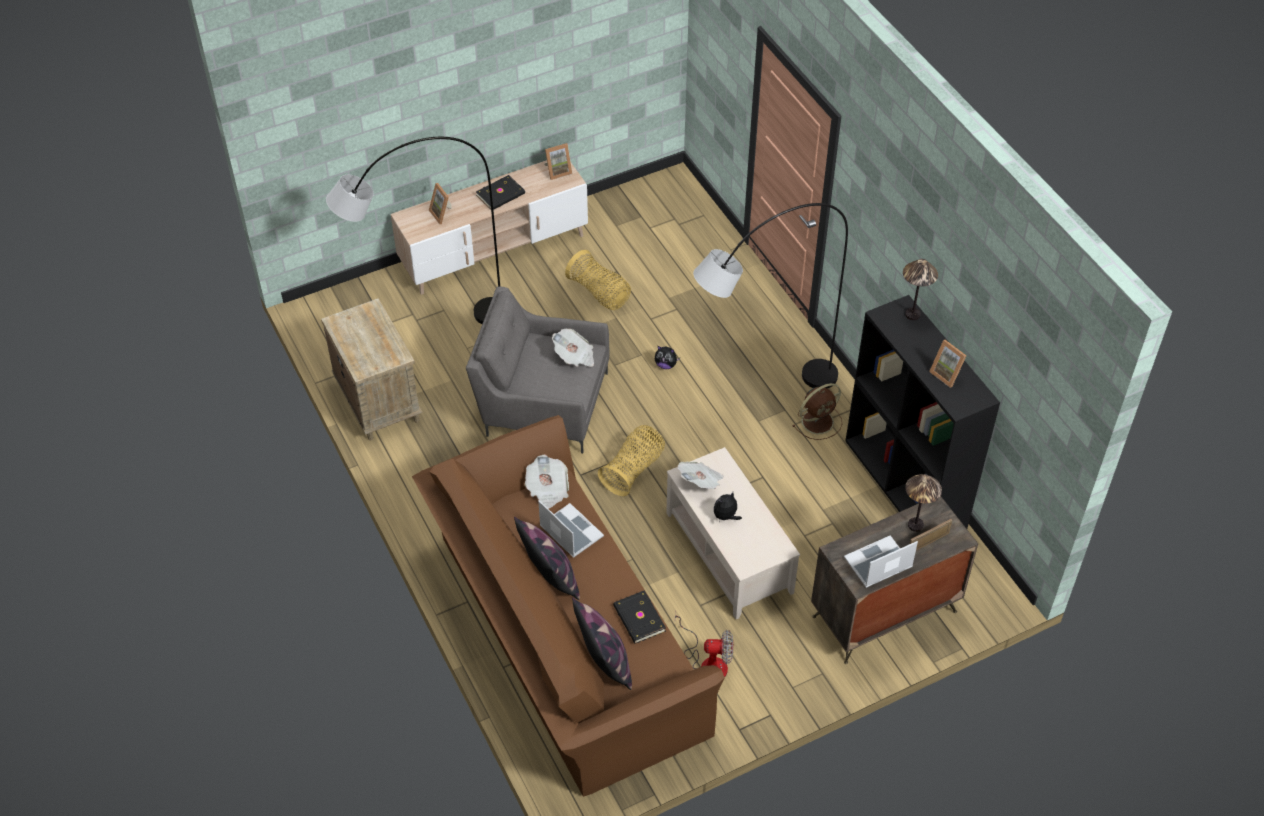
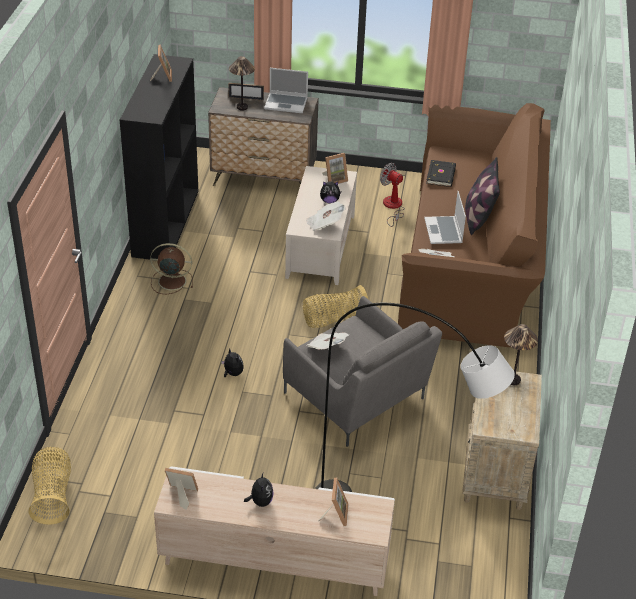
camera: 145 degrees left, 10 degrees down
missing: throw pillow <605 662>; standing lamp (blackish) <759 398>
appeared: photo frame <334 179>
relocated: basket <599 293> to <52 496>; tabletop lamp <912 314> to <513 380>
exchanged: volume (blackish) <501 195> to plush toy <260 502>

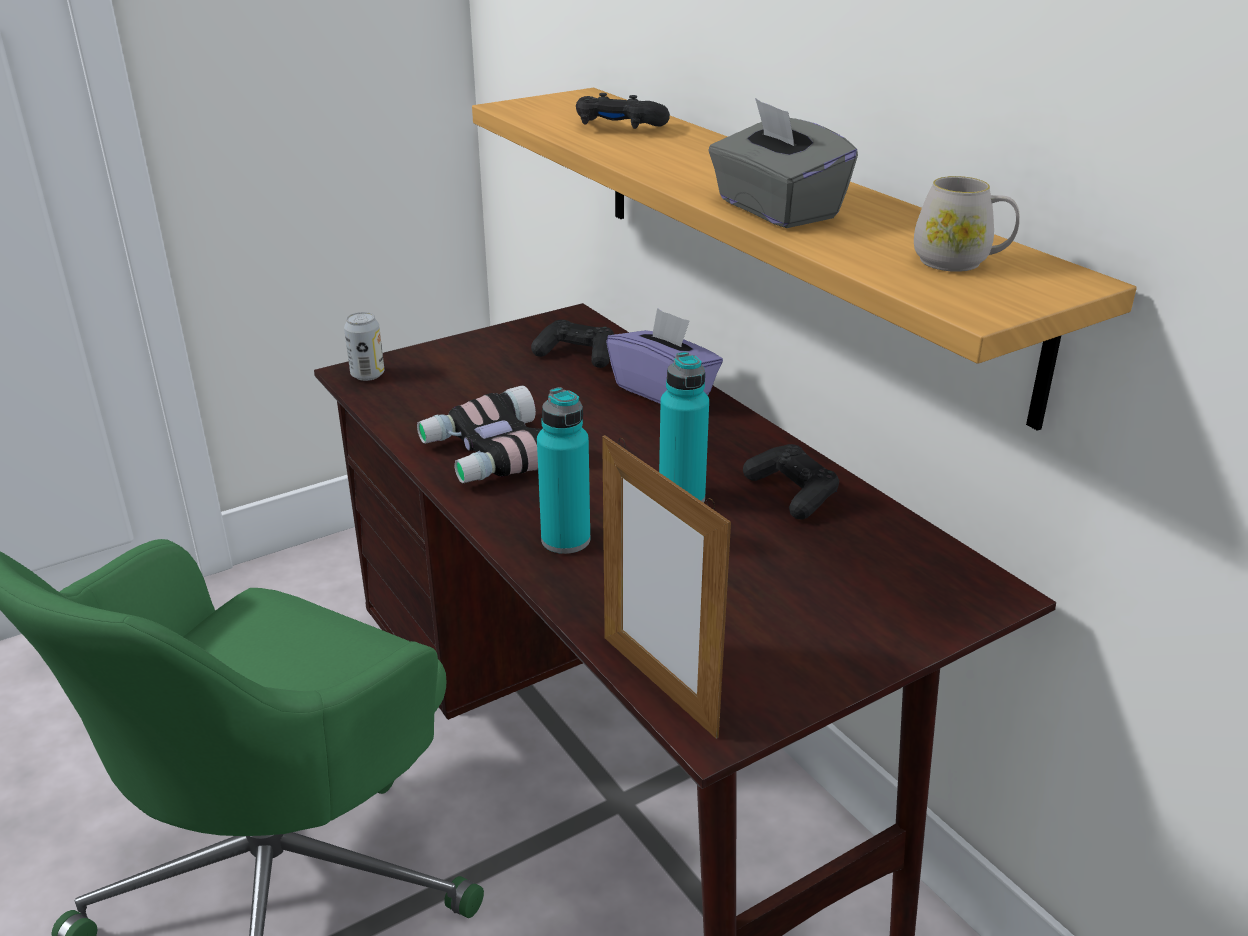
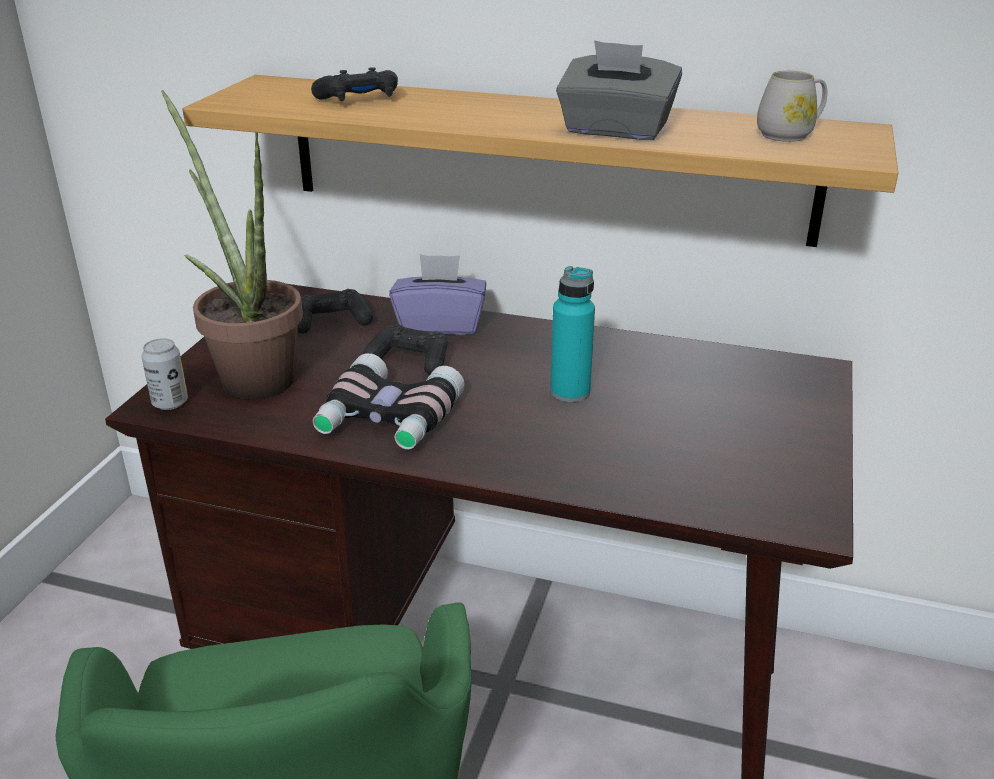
camera: 40 degrees left, 0 degrees up
missing: drink bottle (blue-green) <565 540>; photo frame <658 684>
appeared: potted plant <251 374>
relocated: joypad (blackish) <792 493> to <410 360>

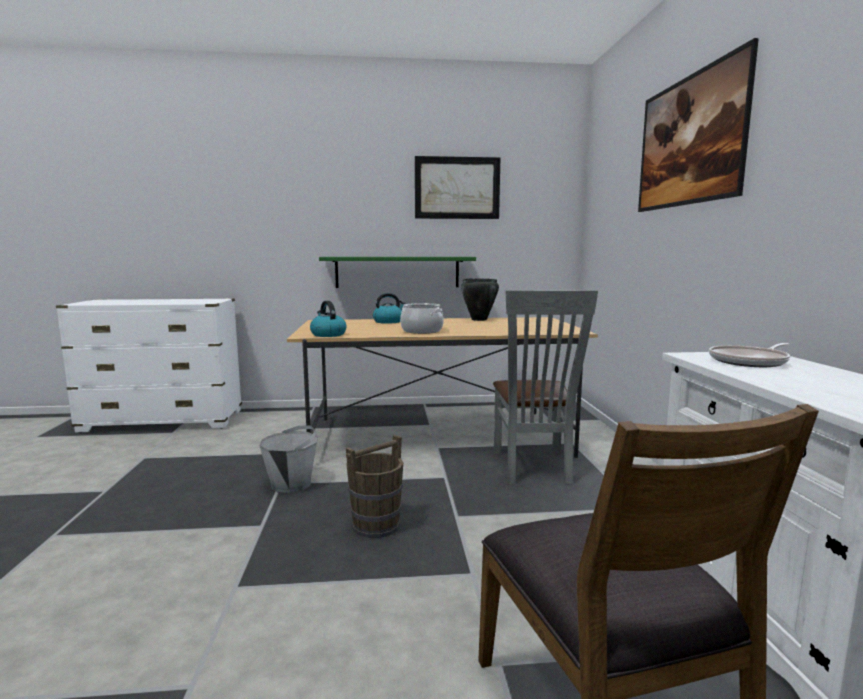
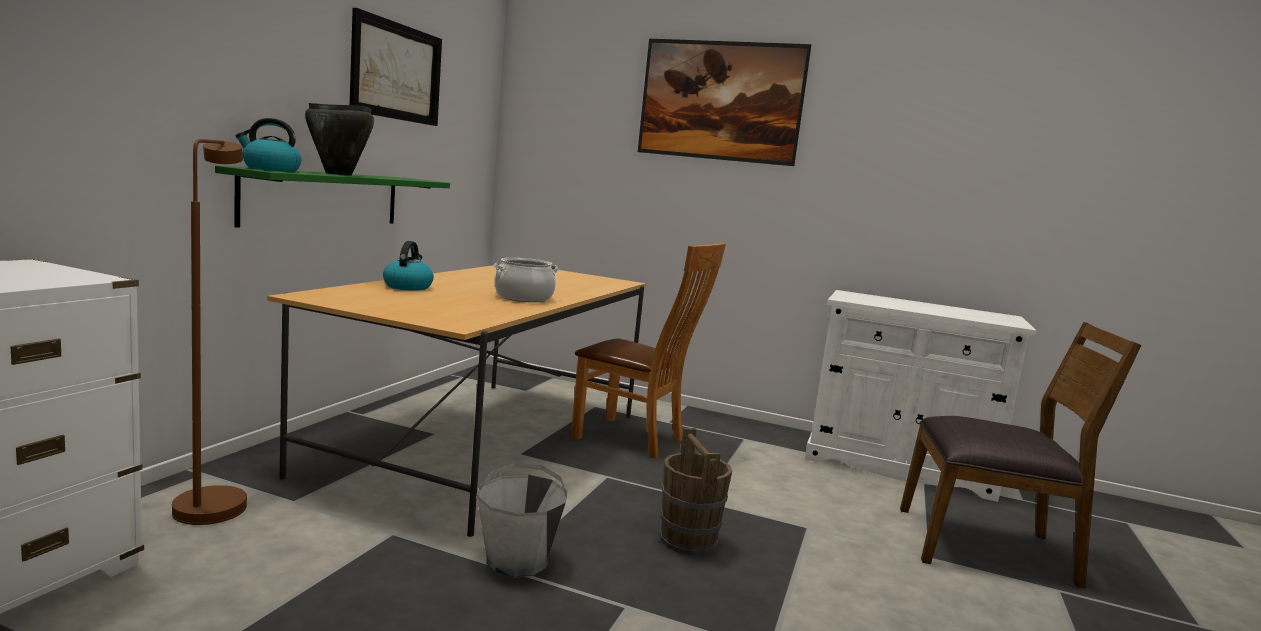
camera: 65 degrees left, 0 degrees up
missing: frying pan <750 361>
appeared: standing lamp (brown) <213 501>
relocated: kettle <328 334> to <270 169>; stockpot (blackish) <479 319> to <338 174>
colour: chair (grey) <533 469> to chair (brown) <635 439>

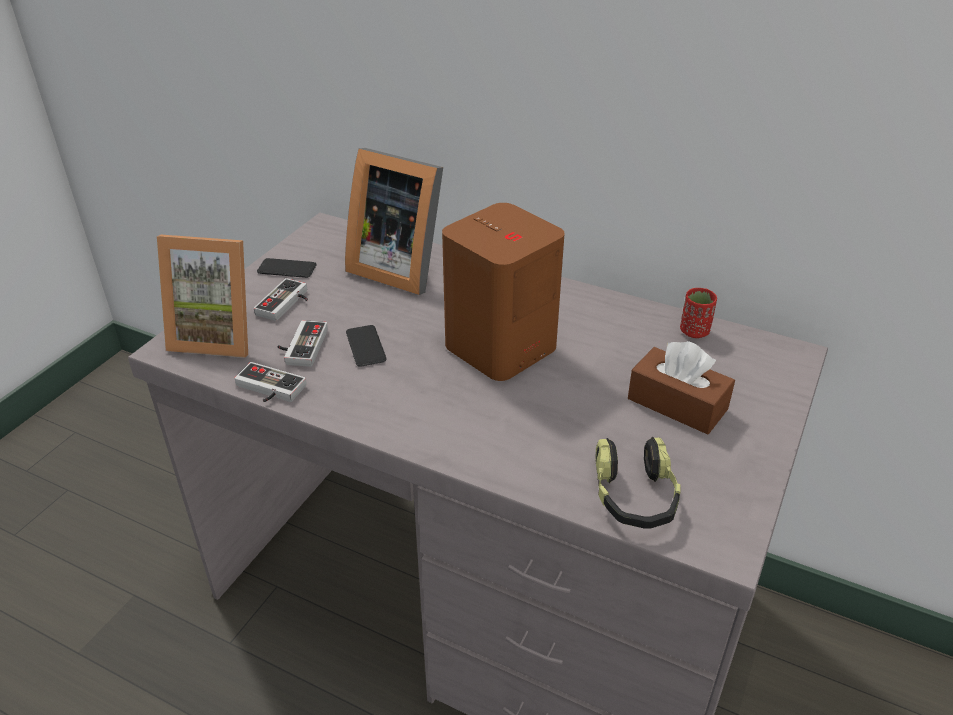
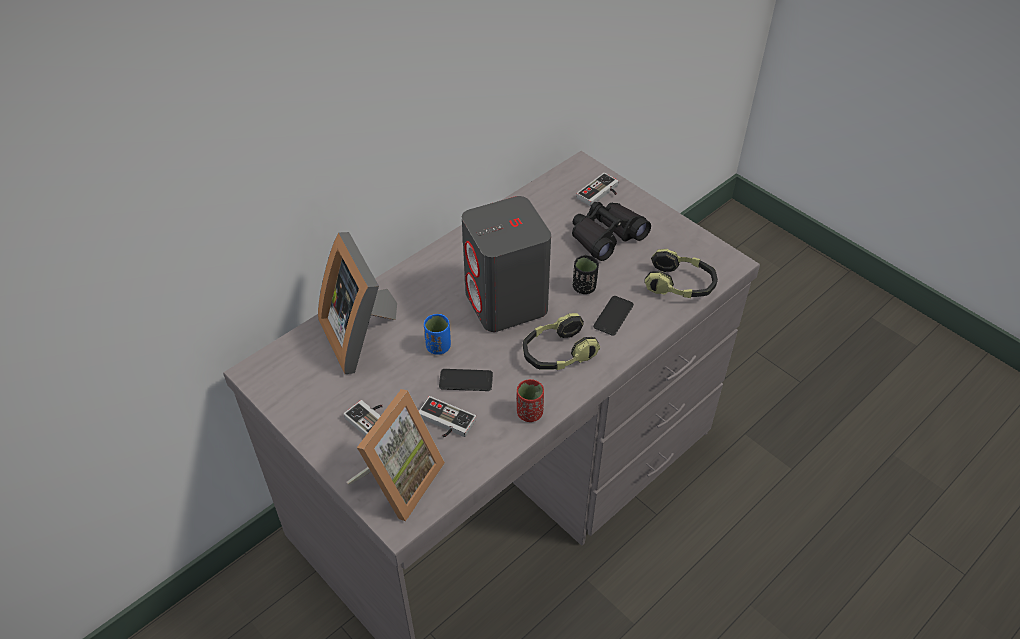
camera: 70 degrees left, 10 degrees up
appeared: small cup (bluish) <438 347>; pair of headphones <558 354>; small cup (blackish) <584 287>
relocated: small cup (red-coloured) <694 331> to <529 413>; joypad <267 389> to <600 194>; telephone <287 269> to <613 316>
exchanged: box of tissues (brown) <677 404> to binoculars (blackish) <606 236>
colour: speaker (brown) <499 348> to speaker (grey) <506 303>
spun: photo frame <398 267> = <362 335> 105 degrees clockwise

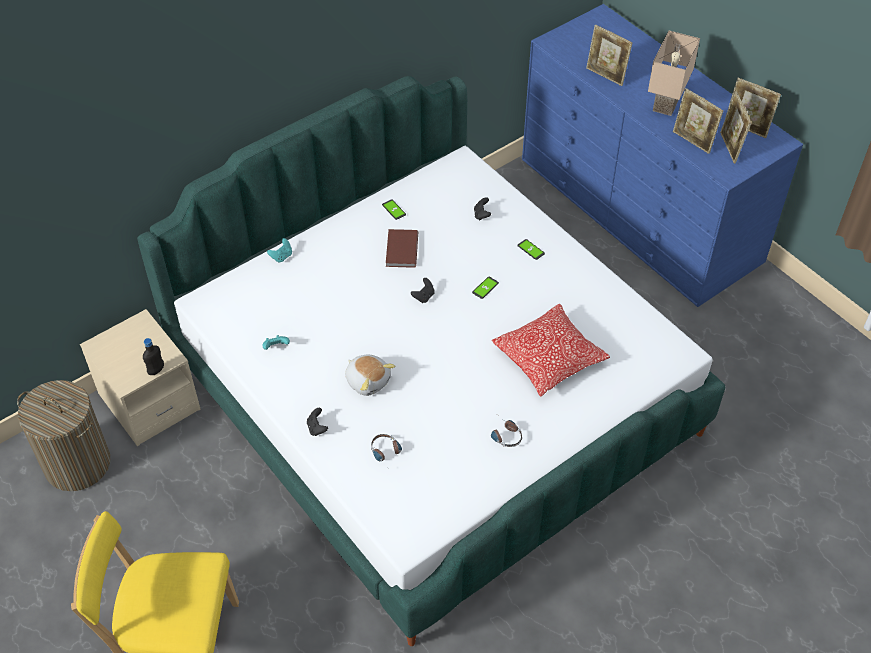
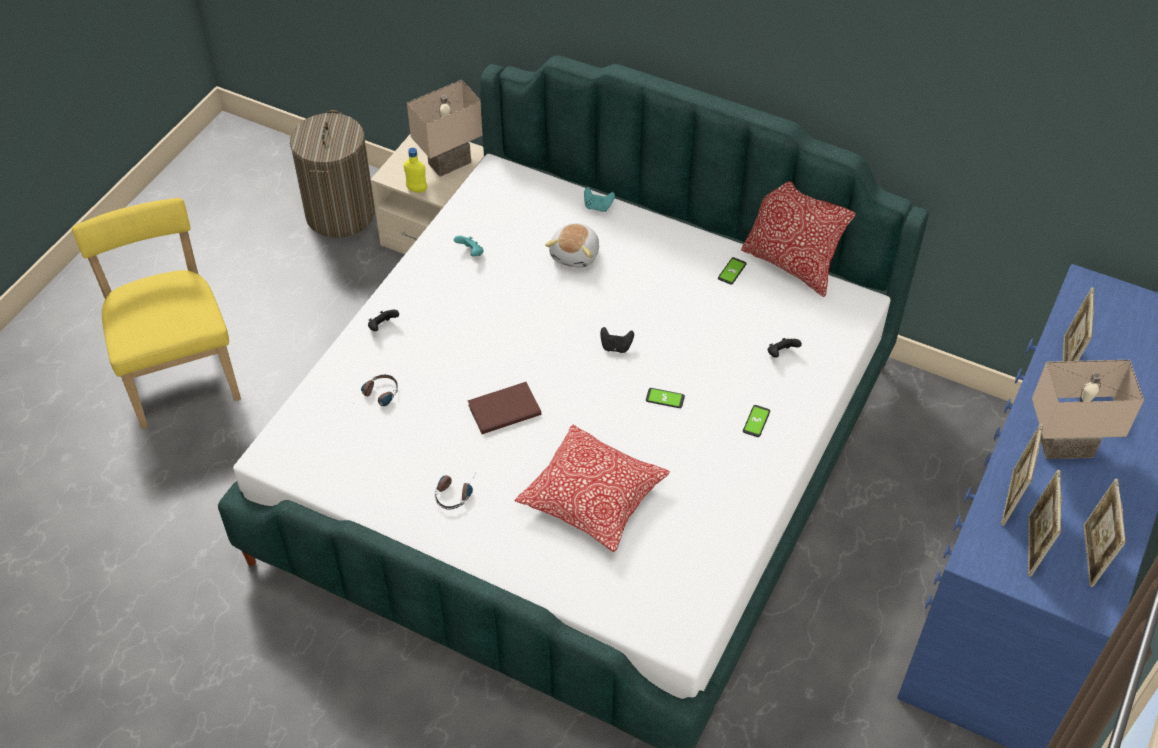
camera: 65 degrees right, 0 degrees up
appeared: tabletop lamp (sand-coloured) <449 162>; throw pillow <790 265>
relocated: volume (brown) <400 250> to <503 409>; plush toy <368 380> to <576 254>
colour: drink bottle (blackish) <156 370> to drink bottle (yellowish) <417 189>
spun: photo frame <730 148> = <1033 547> 45 degrees counterclockwise

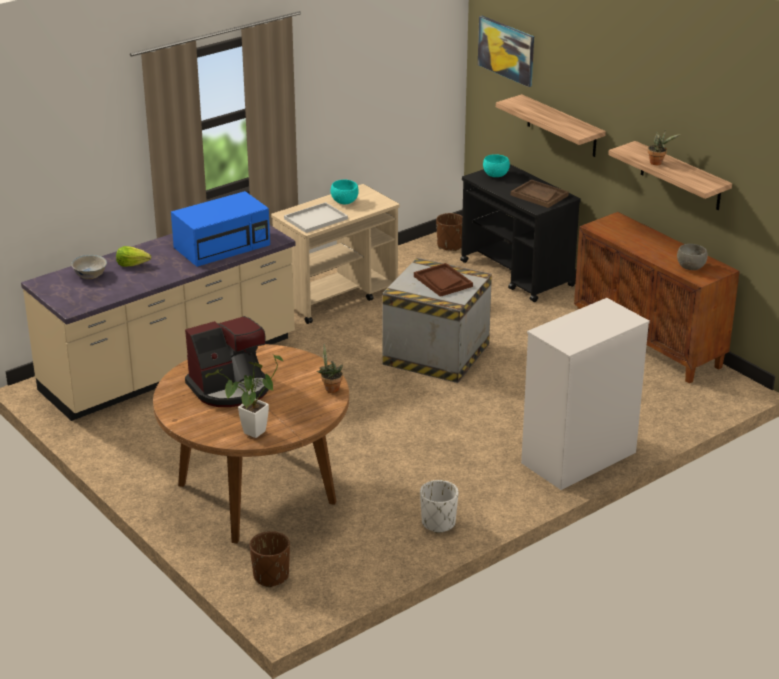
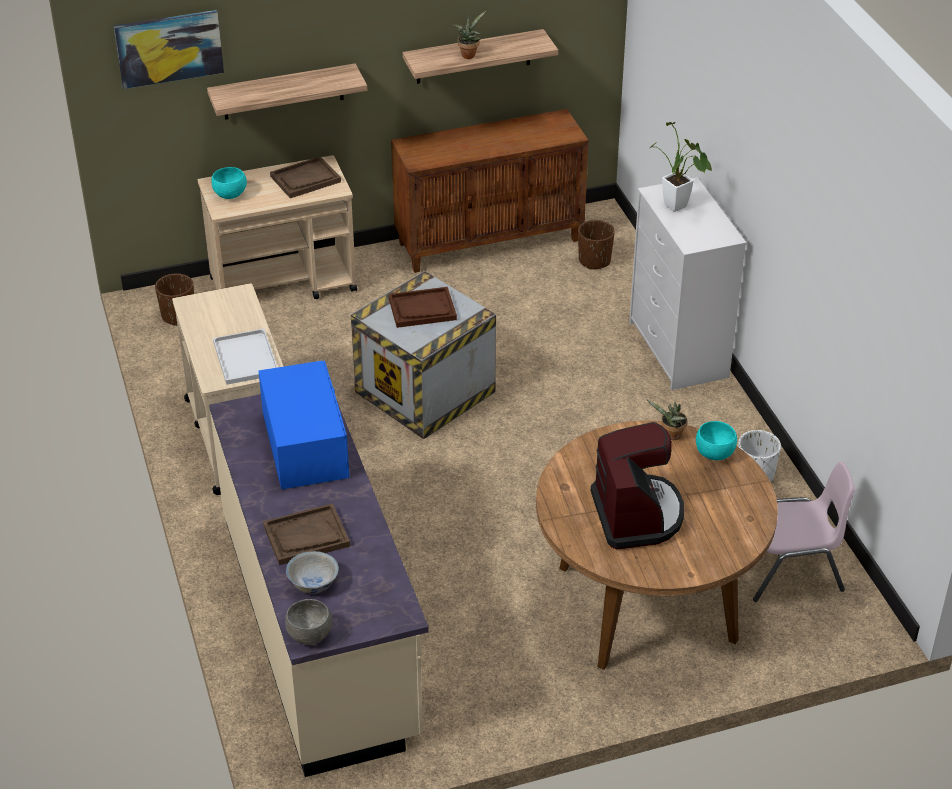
camera: 70 degrees left, 10 degrees up
appeared: chair (pinkish) <790 570>
relocated: bowl (grey) <691 268> to <310 635>; flower pot (brown) <271 576> to <594 261>; potted plant <251 434> to <678 209>; bowl (blue-green) <344 202> to <715 454>
exchanged: lettuce <132 264> to tray (brown) <306 536>
colour: wheeled cart (blackish) <517 274> to wheeled cart (sand-coloured) <284 284>

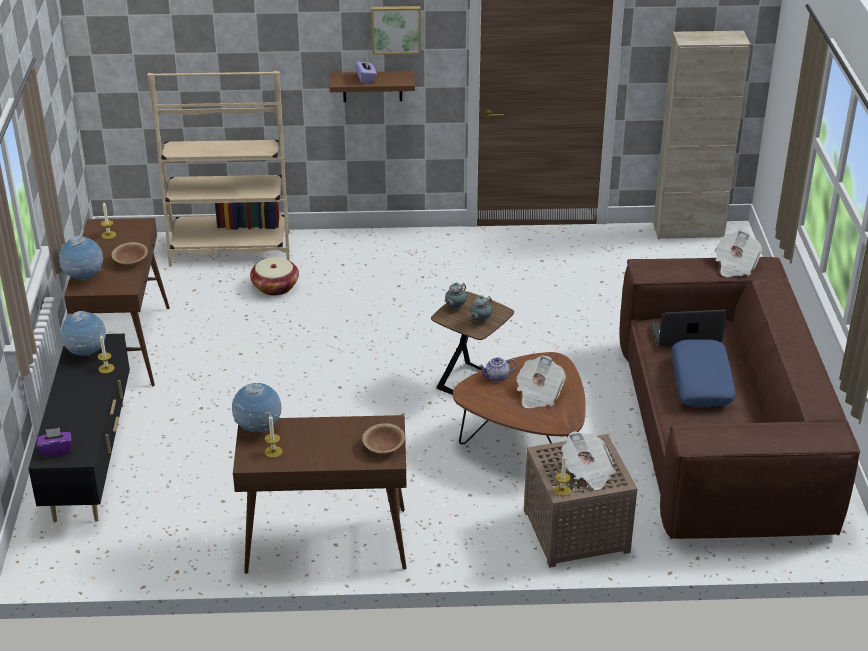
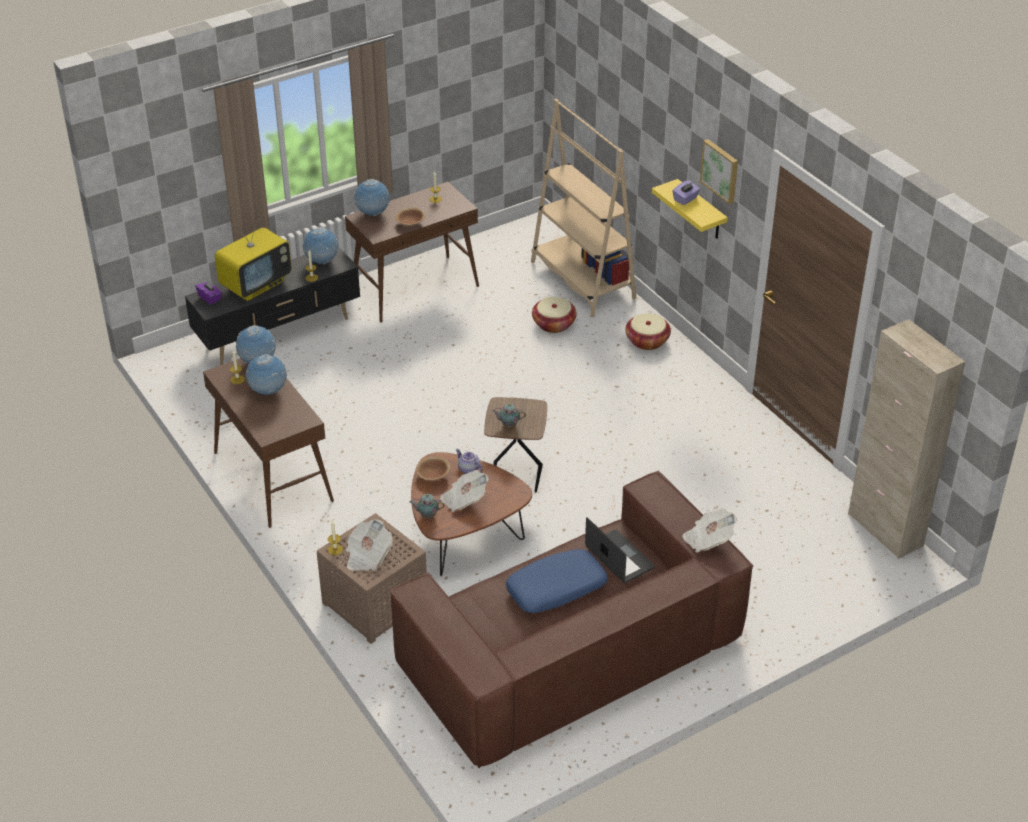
camera: 60 degrees right, 5 degrees up
appeared: TV <256 284>; desk globe <268 392>; basket <647 341>
relocated: tea pot <455 308> to <427 515>; bowl (brown) <383 447> to <433 475>
colour: shelf (brown) <372 86> to shelf (yellowish) <701 211>

